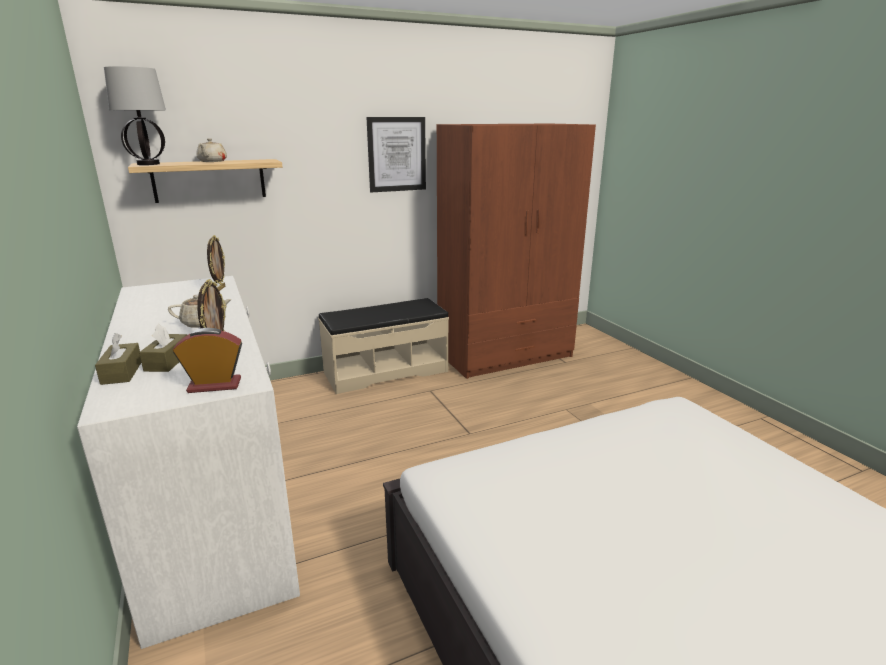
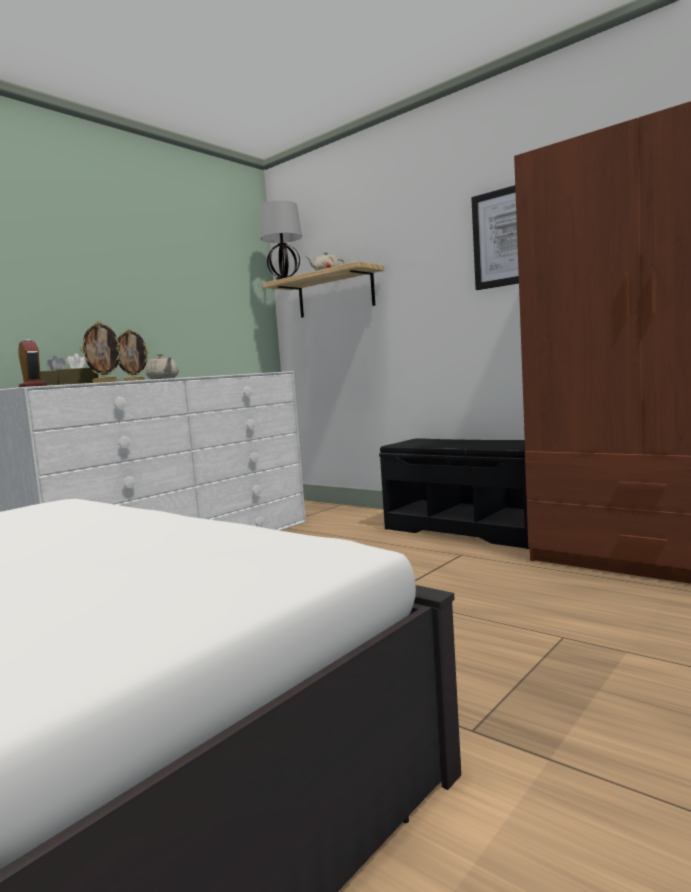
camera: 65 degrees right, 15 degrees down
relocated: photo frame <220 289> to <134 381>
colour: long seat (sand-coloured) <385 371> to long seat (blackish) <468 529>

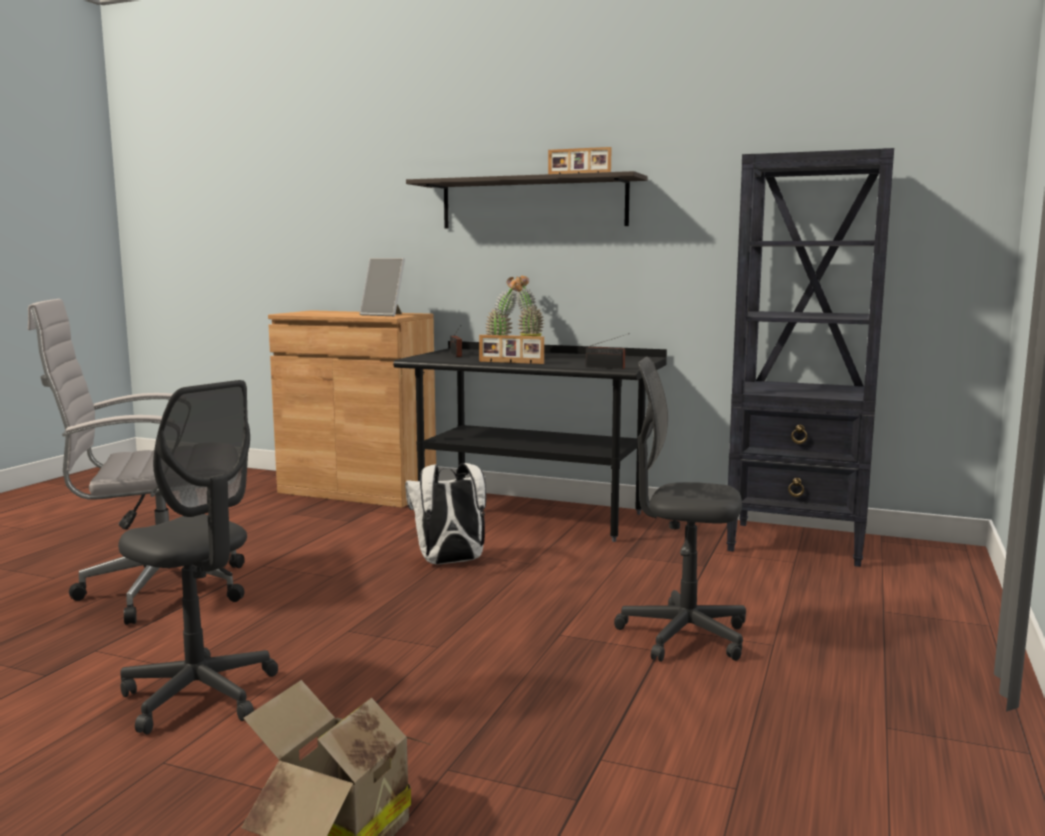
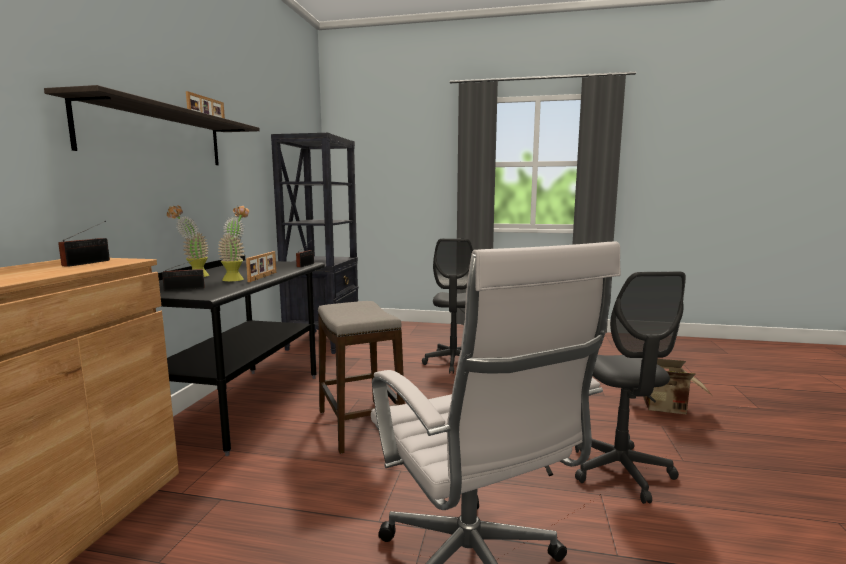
camera: 100 degrees left, 0 degrees up
exchanged: photo frame <385 315> to radio <89 263>; rucksack (white) <450 562> to stool seat <360 425>
spun: computer chair (grey) <200 695> = <620 471> 150 degrees clockwise

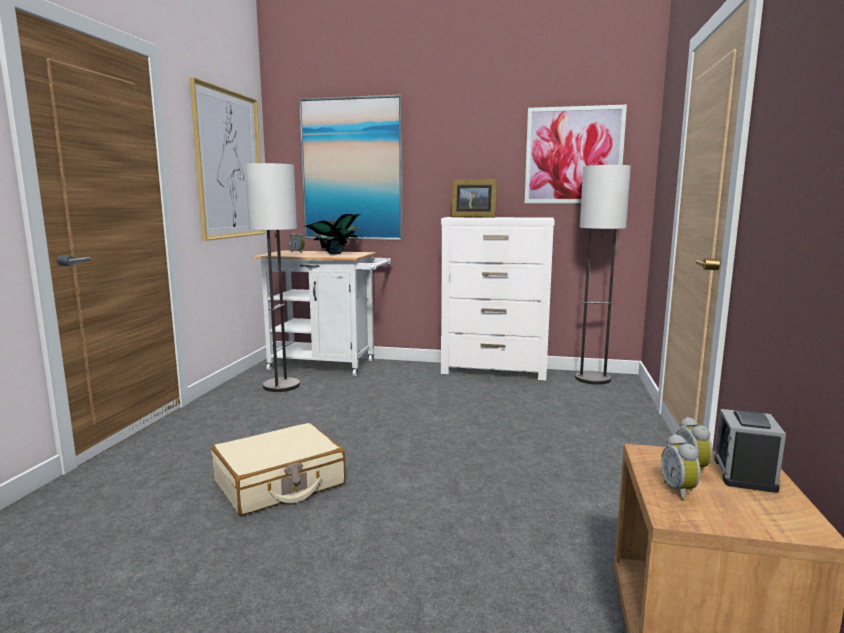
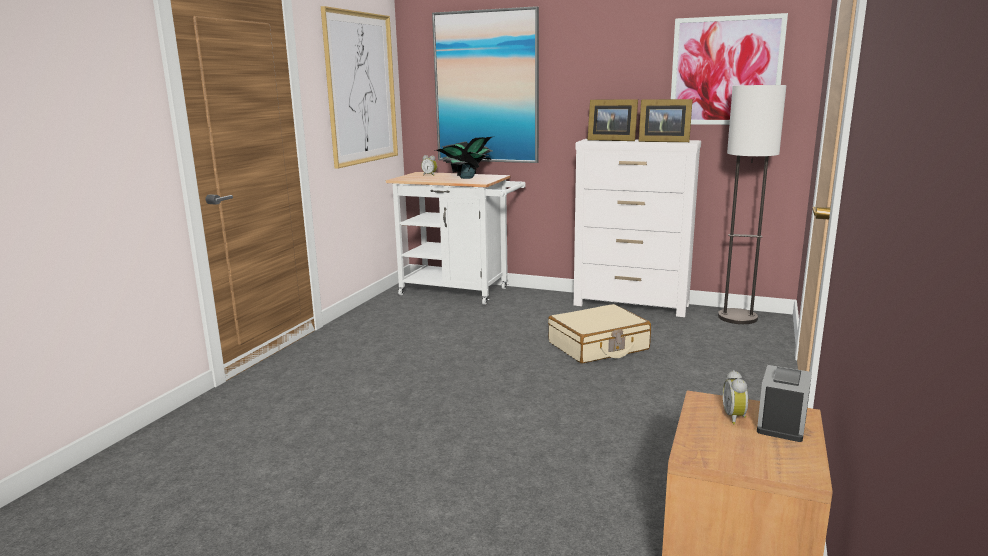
camera: 10 degrees right, 5 degrees up
missing: standing lamp <281 386>; bedside clock <680 491>
appeared: photo frame <662 141>
relocated: piece of luggage (sand-coloured) <279 483> to <598 346>

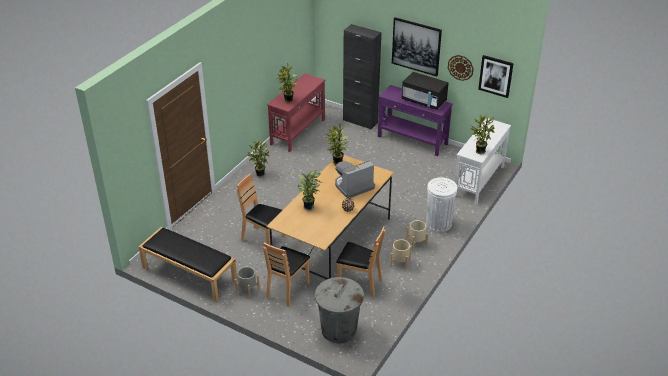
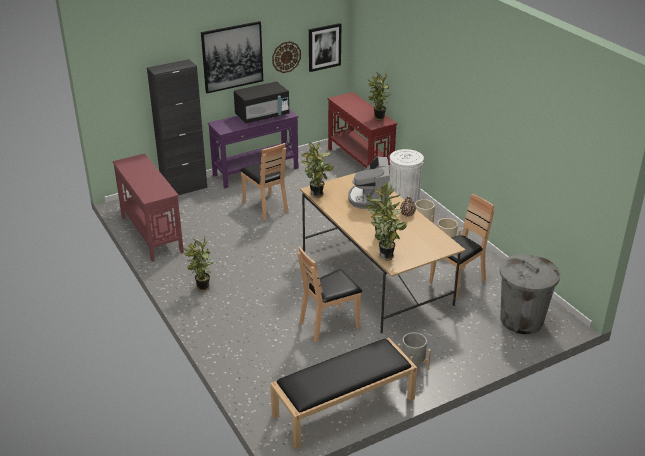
camera: 60 degrees left, 5 degrees down
relocated: chair (brown) <287 290> to <266 207>; potted plant <288 101> to <387 257>
colour: hall table (white) <478 181> to hall table (red-coloured) <360 162>

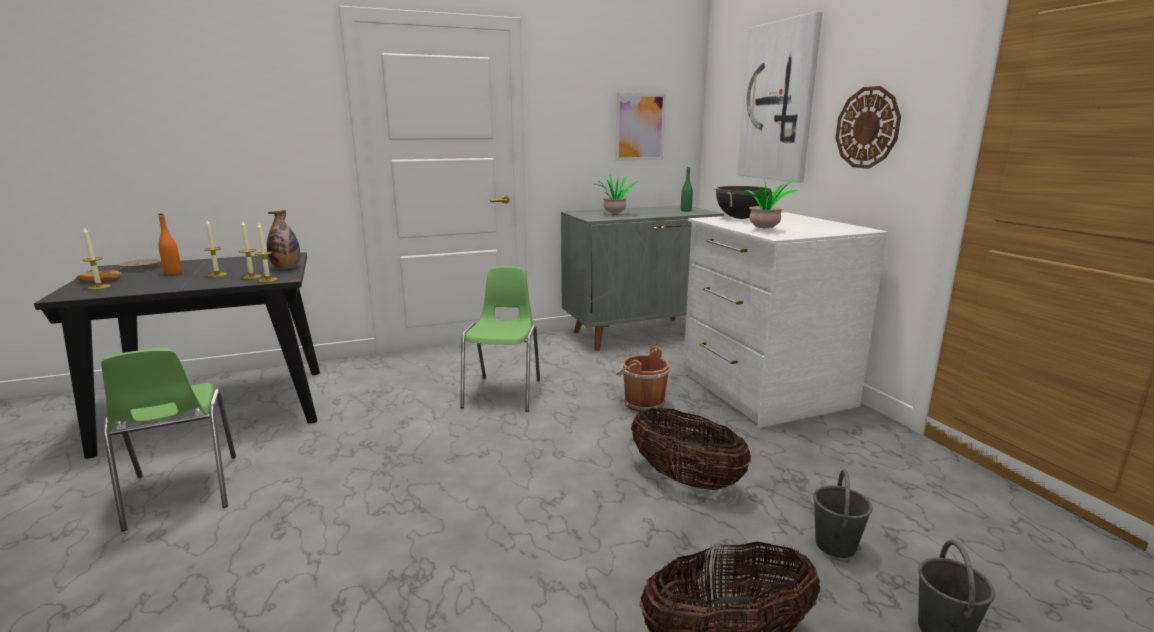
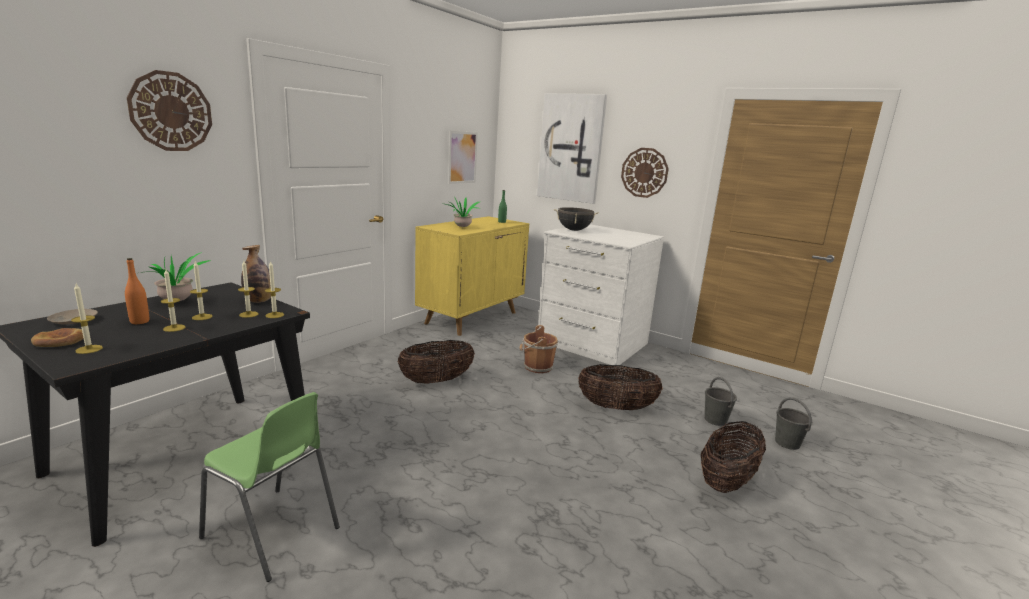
camera: 35 degrees left, 0 degrees up
appeared: clock on the wall <171 112>; wax light <174 328>
relocated: potted plant <766 230> to <178 302>
exchanged: chair (greenish) <504 393> to basket <436 381>
colour: storage cabinet (grey) <638 333> to storage cabinet (yellowish) <472 317>

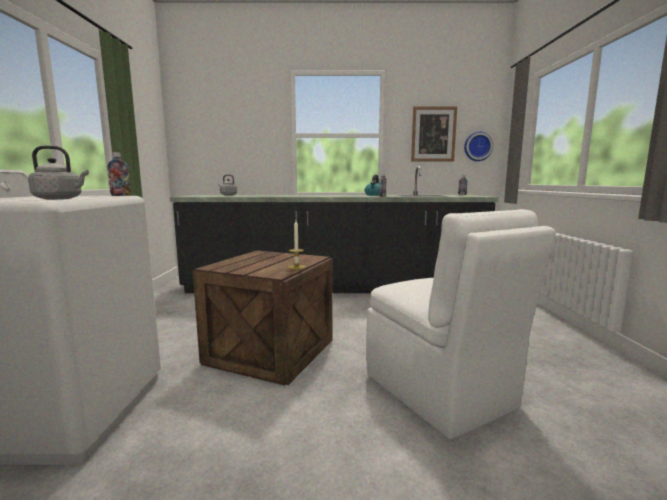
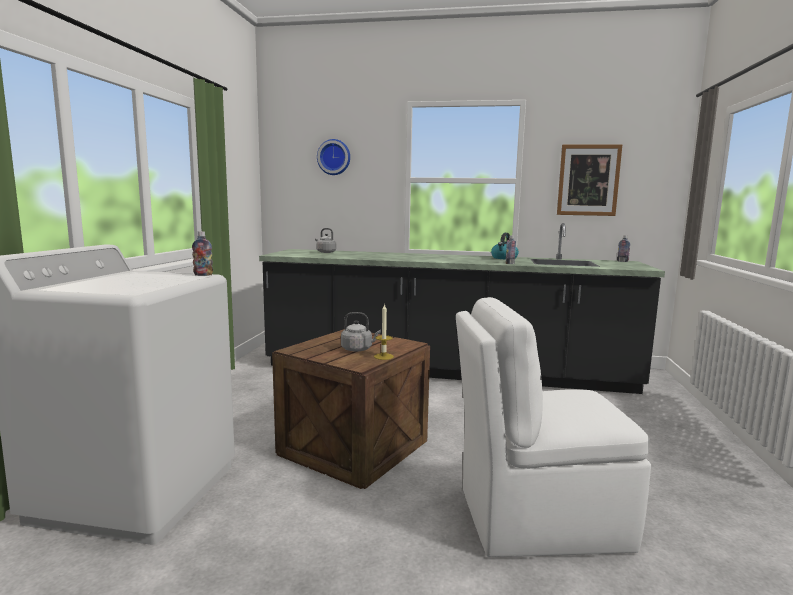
camera: 10 degrees right, 0 degrees up
relocated: clock on the wall <477 146> to <334 157>; kettle (grey) <60 199> to <358 349>
spun: chair (white) <440 392> = <537 518> 105 degrees clockwise

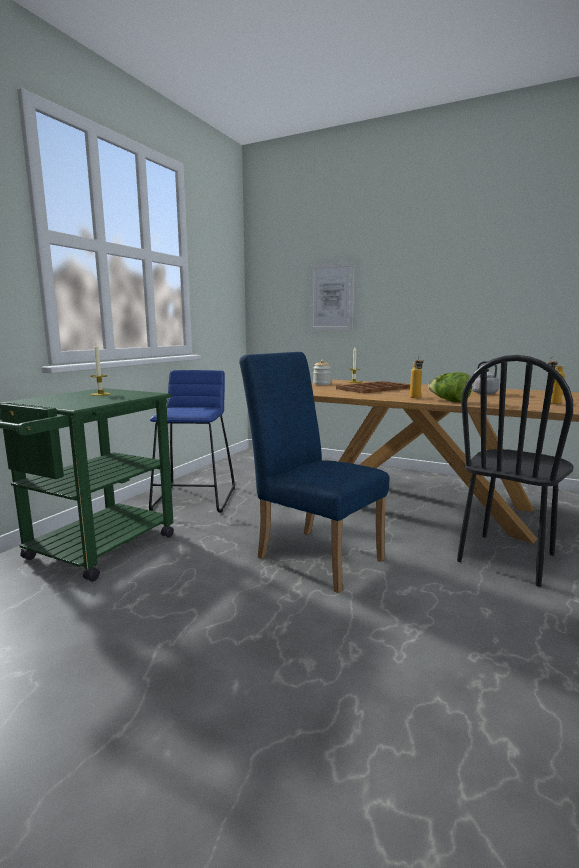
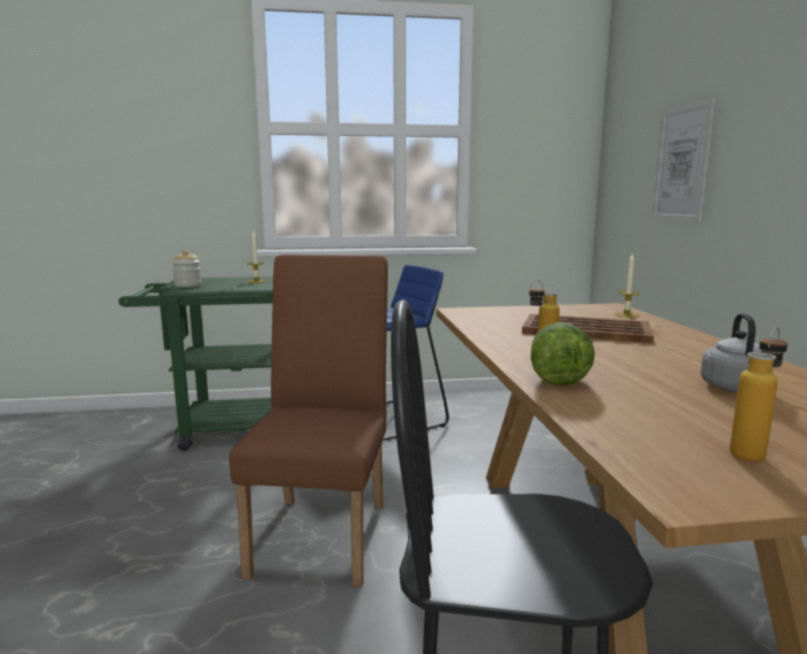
camera: 55 degrees right, 0 degrees up
relocated: preserve jar <321 384> to <188 285>
colour: chair (bluish) <313 554> to chair (brown) <324 530>

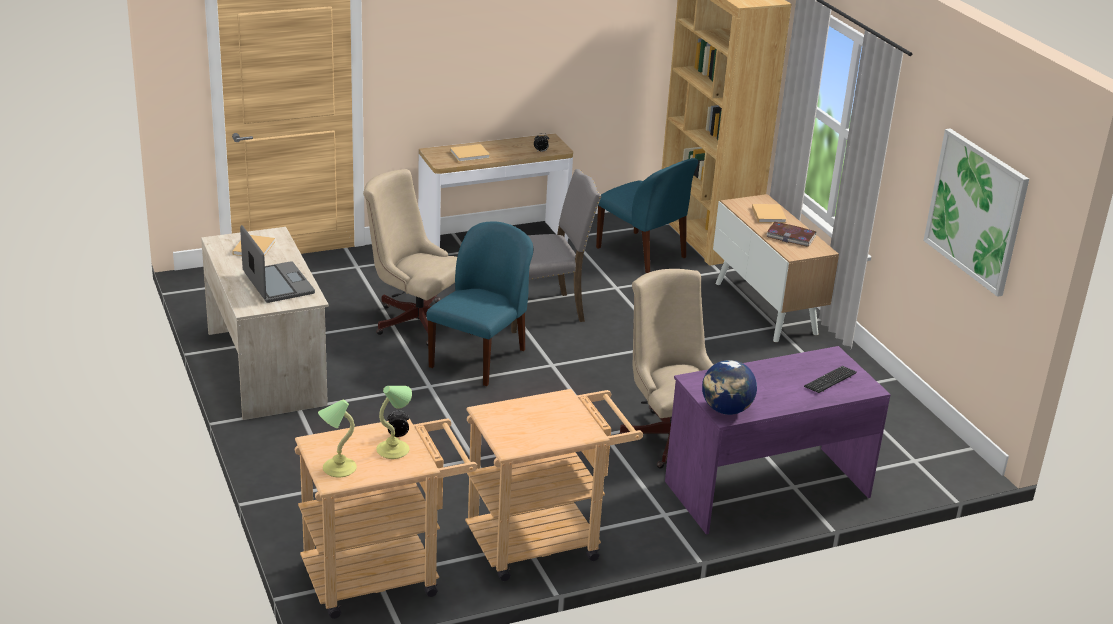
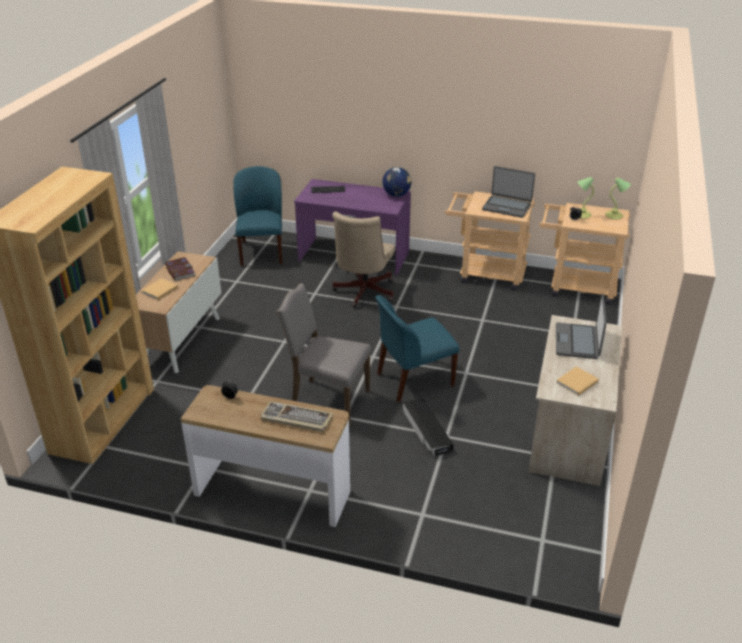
camera: 140 degrees left, 5 degrees up
missing: wall picture <976 210>
appeared: portable computer <507 207>
relocated: chair (bluish) <642 253> to <262 252>
exchanged: volume (sand-coloured) <471 154> to PC keyboard <295 418>; computer chair (sand-coloured) <414 320> to storage bin (blackish) <427 431>

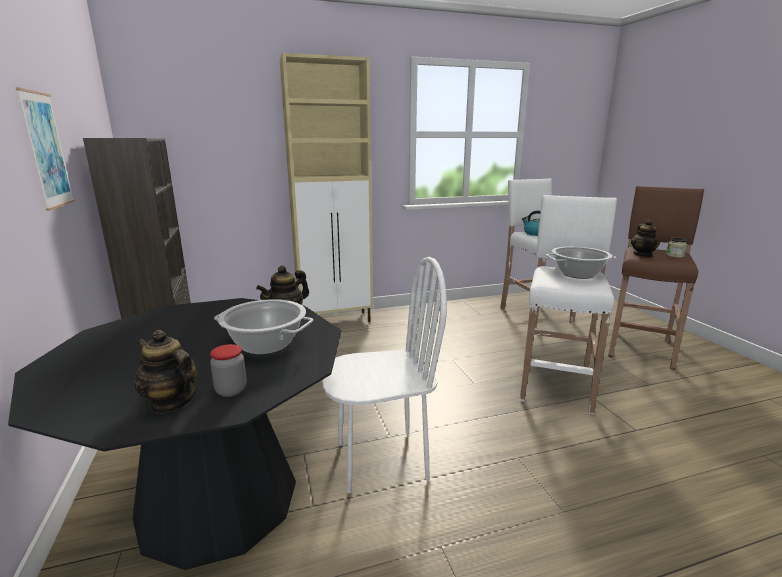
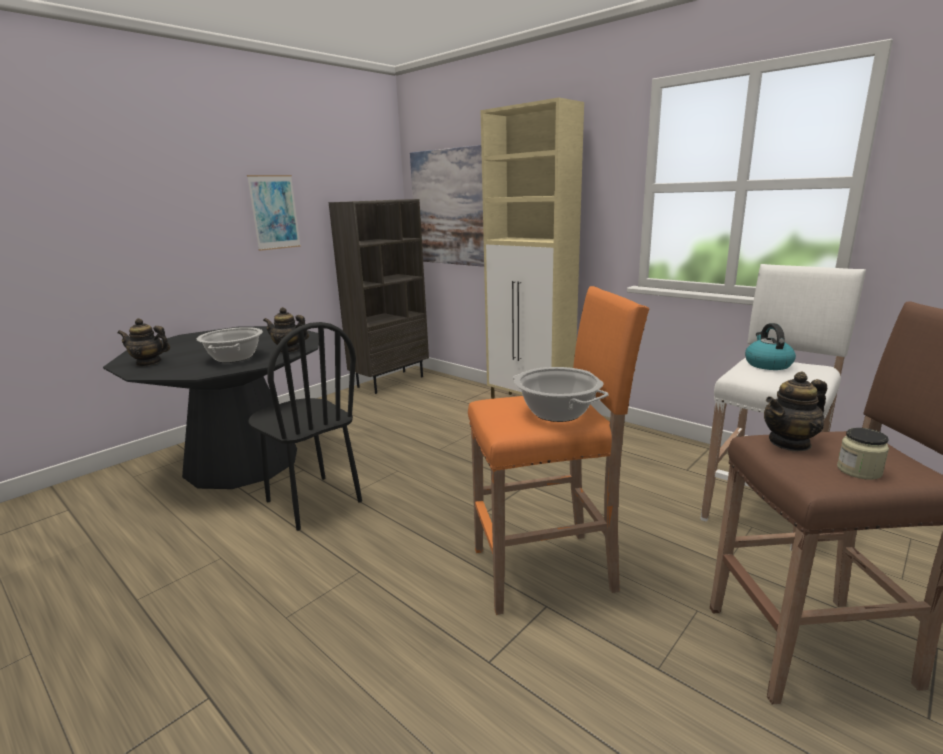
camera: 60 degrees right, 0 degrees up
missing: preserve jar <231 390>
appeared: wall picture <452 208>
colour: chair (white) <381 460> to chair (blackish) <313 501>; stool seat (white) <556 384> to stool seat (orange-coloured) <546 569>
spun: tea pot <171 402> = <148 363> 90 degrees counterclockwise

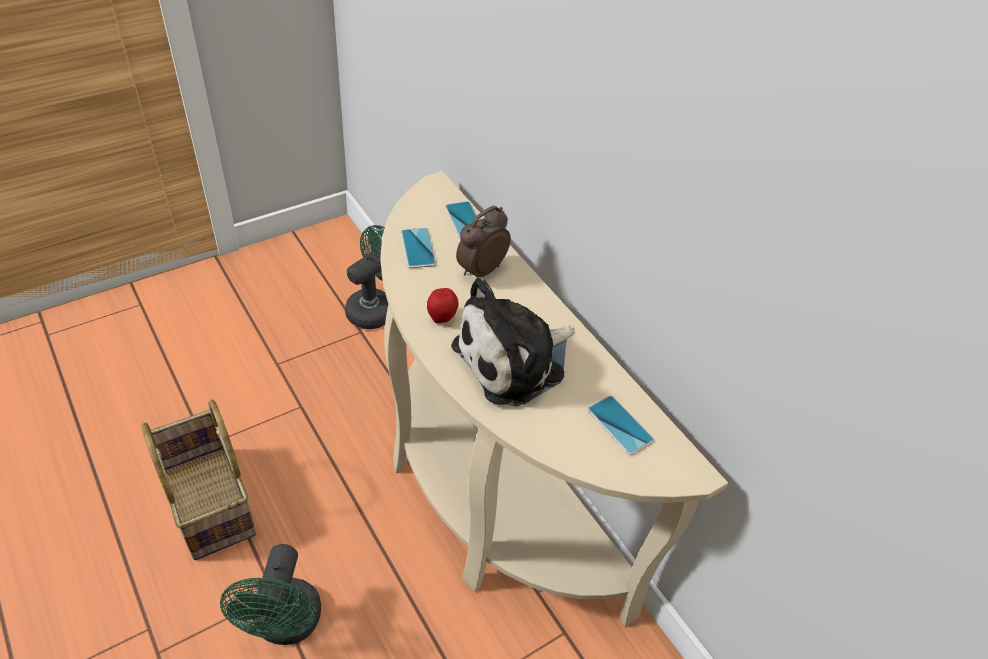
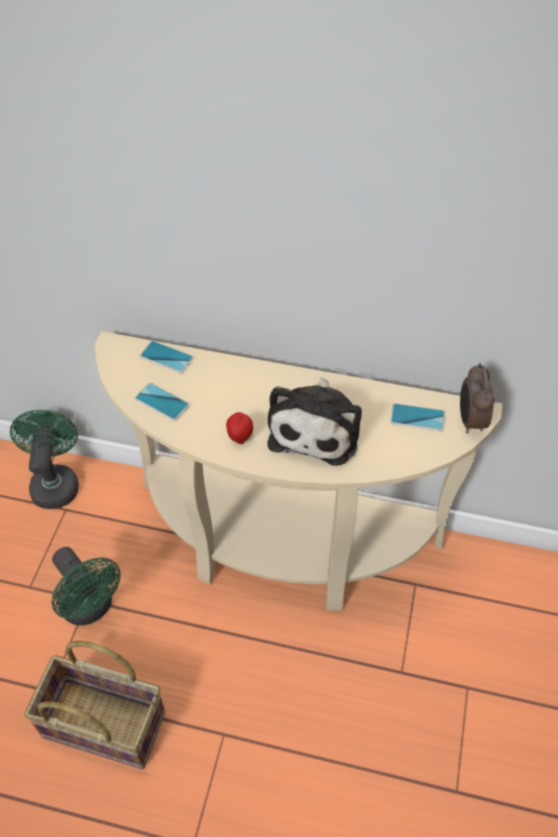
camera: 40 degrees left, 5 degrees up
relocated: cooling fan (greenish) <285 625> to <91 608>; bedside clock <480 270> to <470 421>

